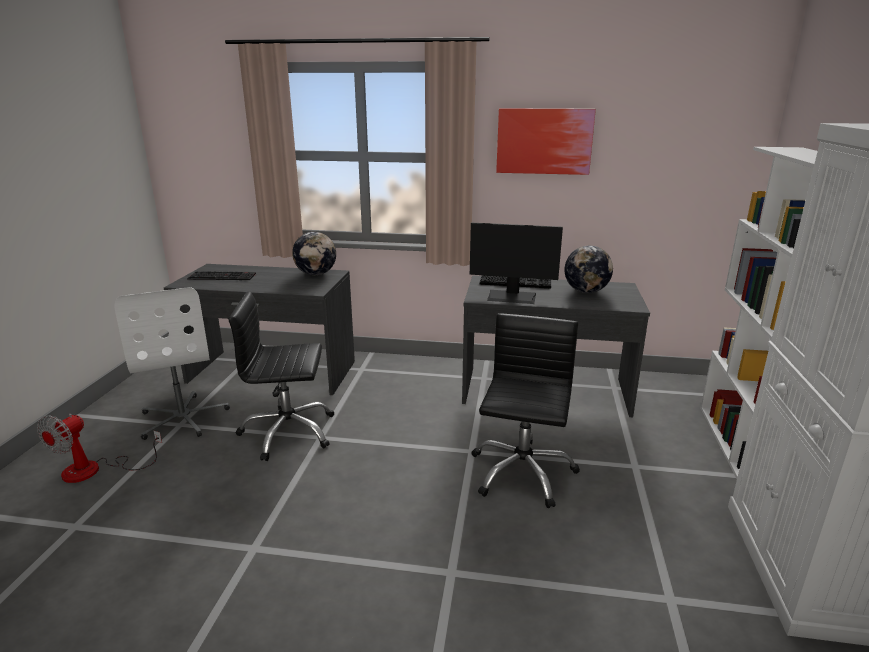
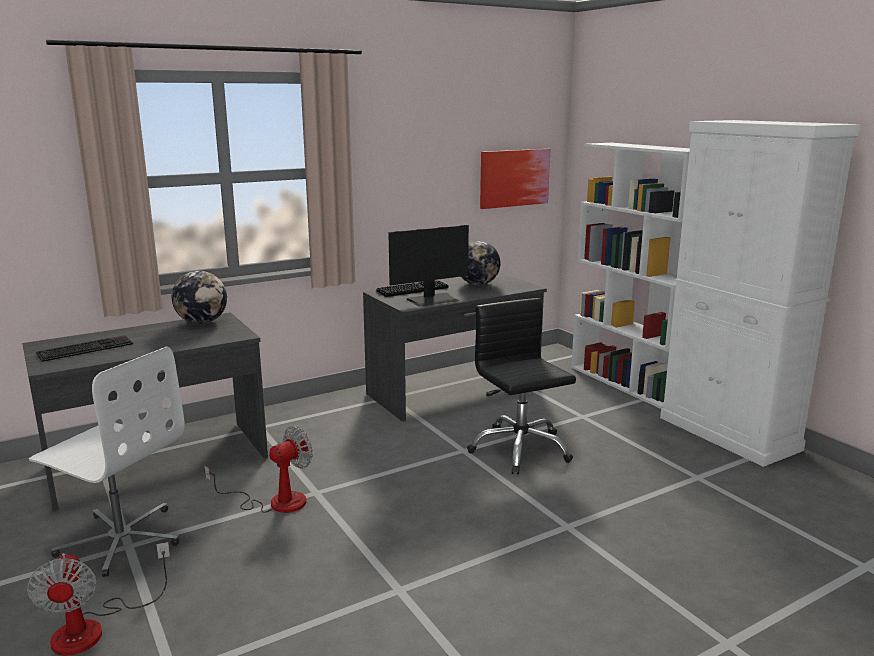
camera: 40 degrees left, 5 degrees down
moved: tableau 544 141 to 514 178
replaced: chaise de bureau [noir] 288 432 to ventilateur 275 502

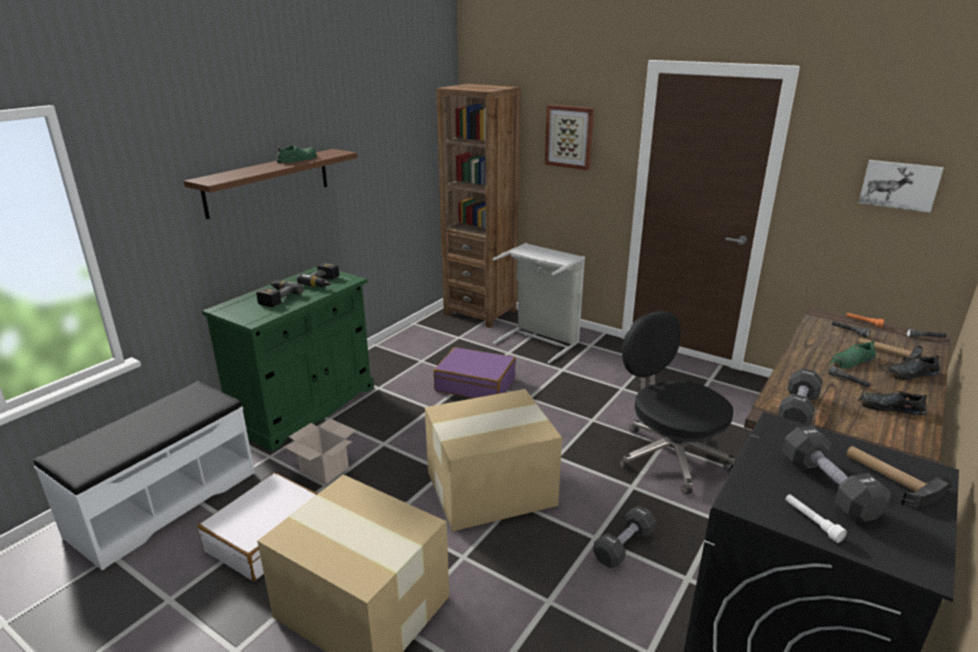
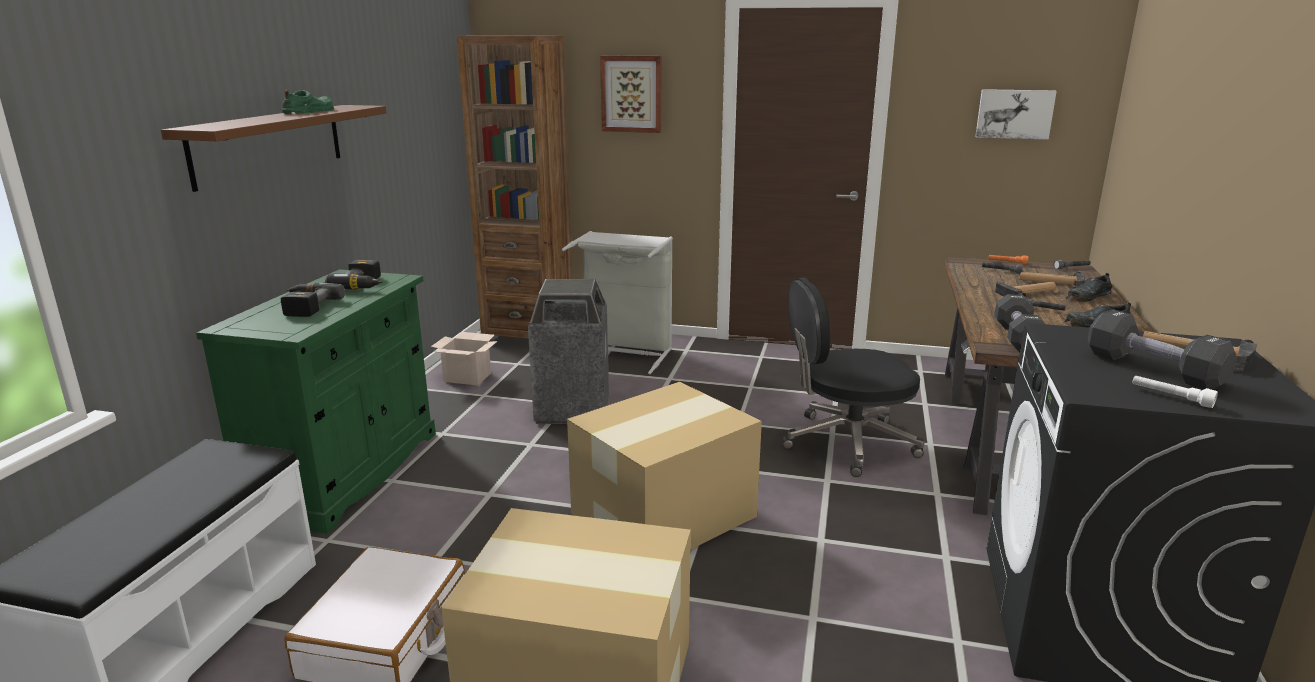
camera: 20 degrees left, 5 degrees down
removed: haltère [noir] 623 546
moved: carton 325 469 to 469 377
replaced: valise [violet] 475 384 to poubelle 572 409; chaussure [vert] 852 361 to marteau 1027 293
turned: chaise de bureau [noir] 669 456 = 846 443 45 degrees counterclockwise

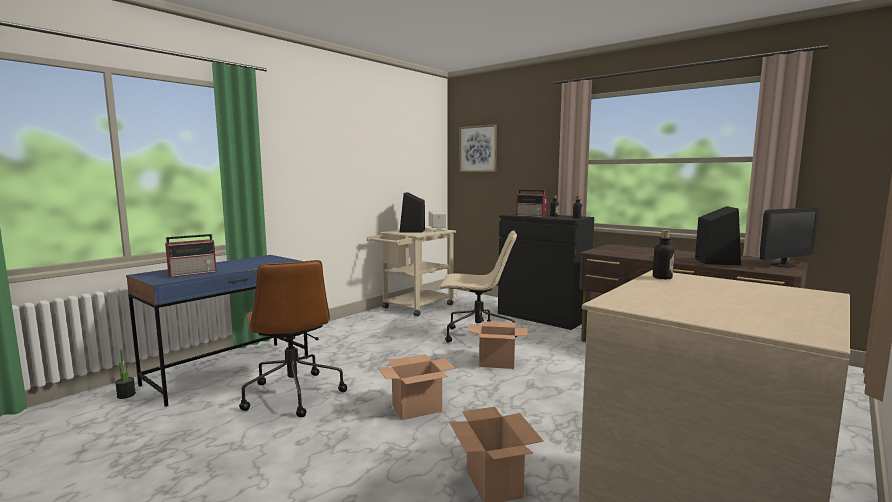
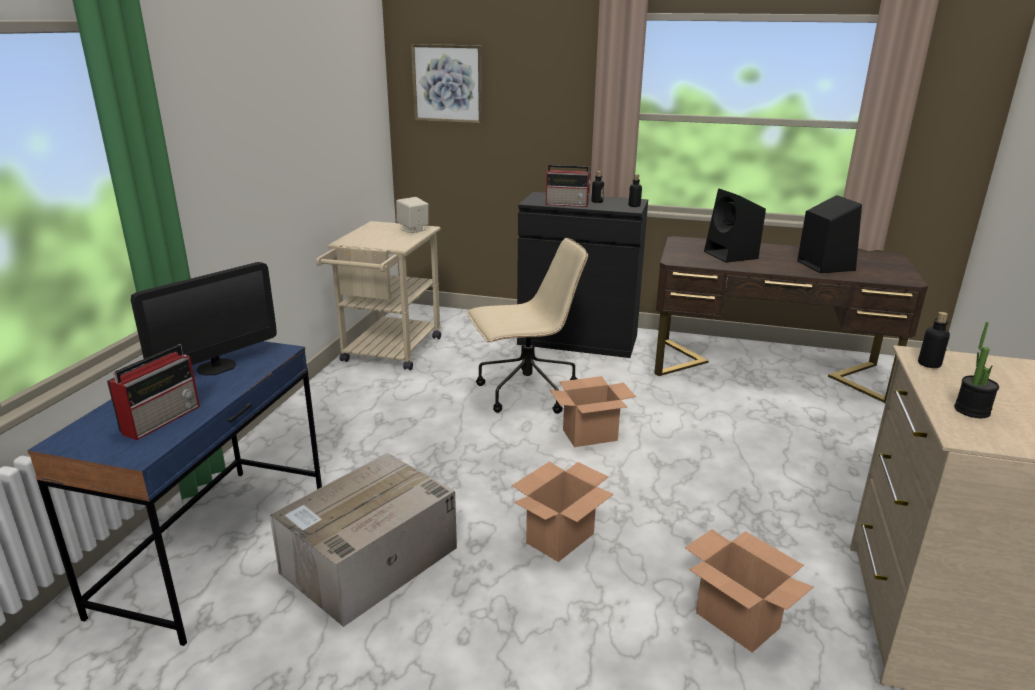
camera: 25 degrees left, 15 degrees up
moved: écran d'ordinateur 783 265 to 216 367; enceinte [noir] 412 231 to 732 255; plante en pot 126 395 to 972 410
replaced: chaise de bureau [marron] 293 394 to carton 368 561

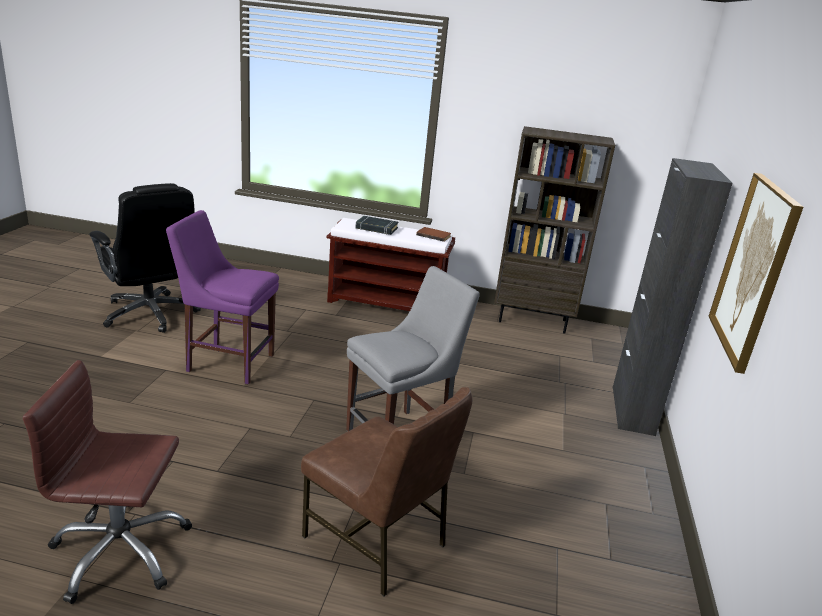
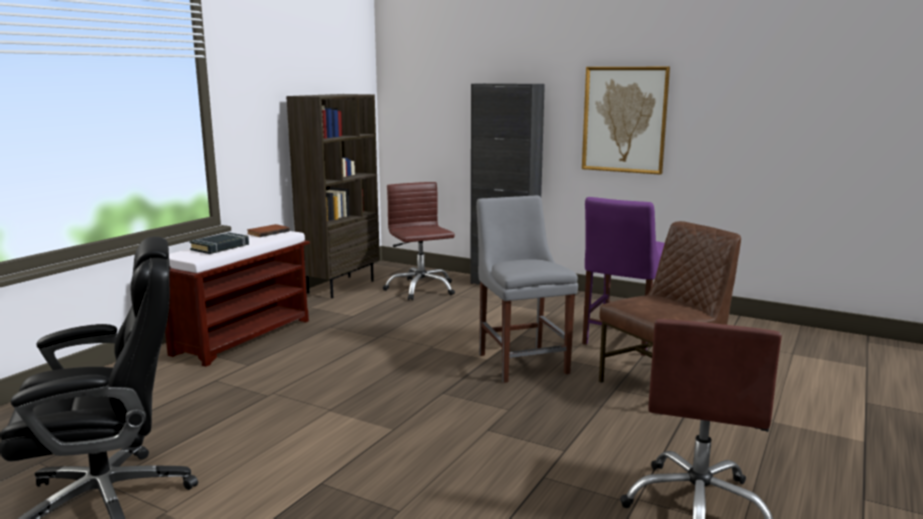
camera: 70 degrees left, 10 degrees down
added: chaise de bureau [marron] 420 289
moved: chaise [violet] 227 361 to 621 340

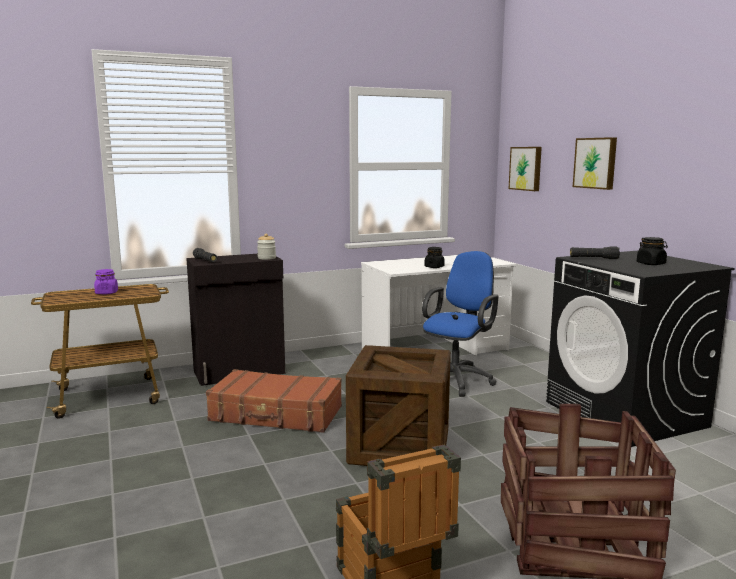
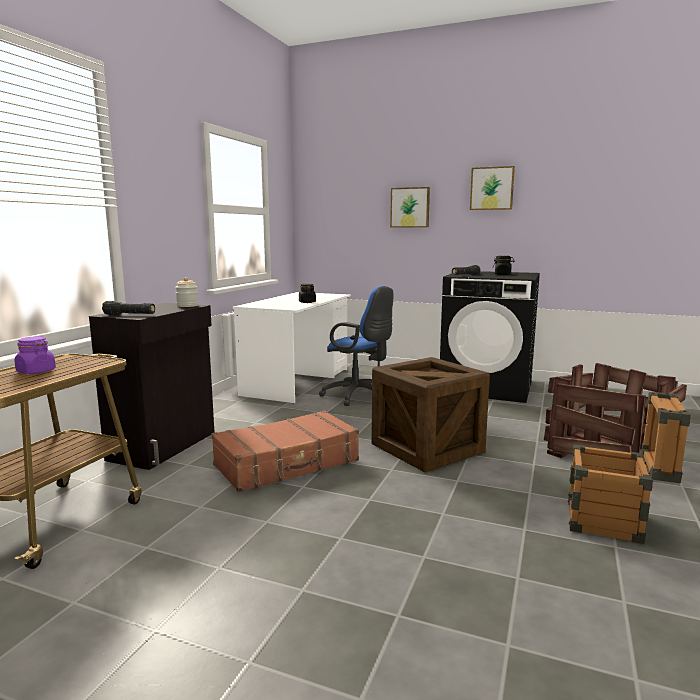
camera: 45 degrees left, 0 degrees up
moved: tableau 526 168 to 492 188
turned: chaise de bureau [bleu] 457 380 = 359 396 135 degrees clockwise

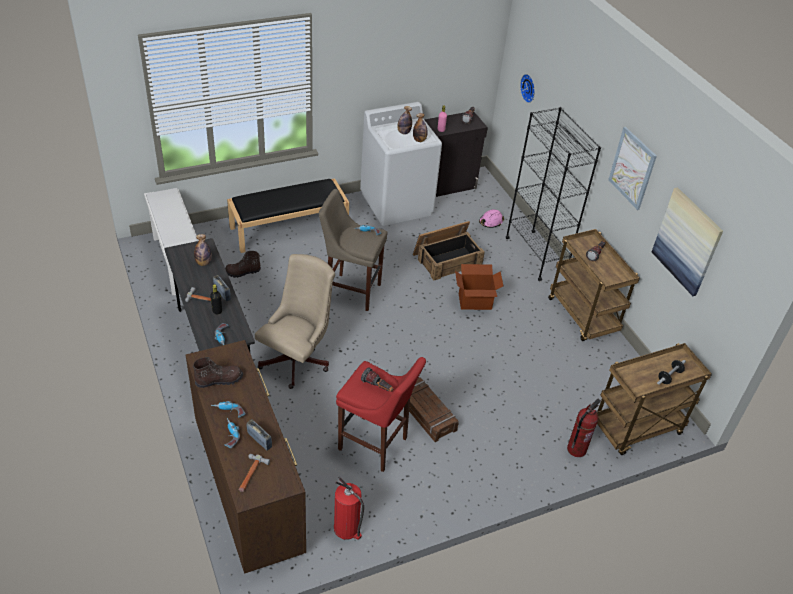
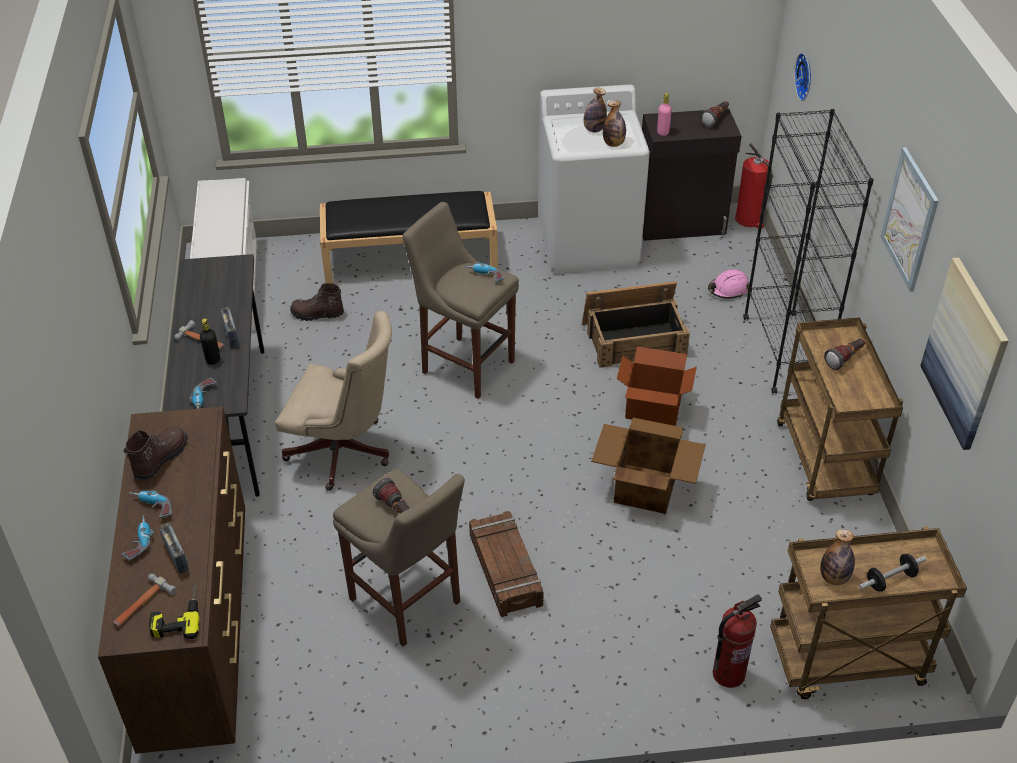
camera: 20 degrees right, 0 degrees up
added: perceuse 177 615; carton 644 488
moved: extincteur 347 528 to 749 219; bouteille 203 263 to 833 578
recoloured: tabouret [rouge] 375 445 to tabouret [beige] 408 604
turned: botte [marron] 219 380 = 160 458 60 degrees counterclockwise; chaise de bureau [beige] 298 359 = 345 453 60 degrees clockwise

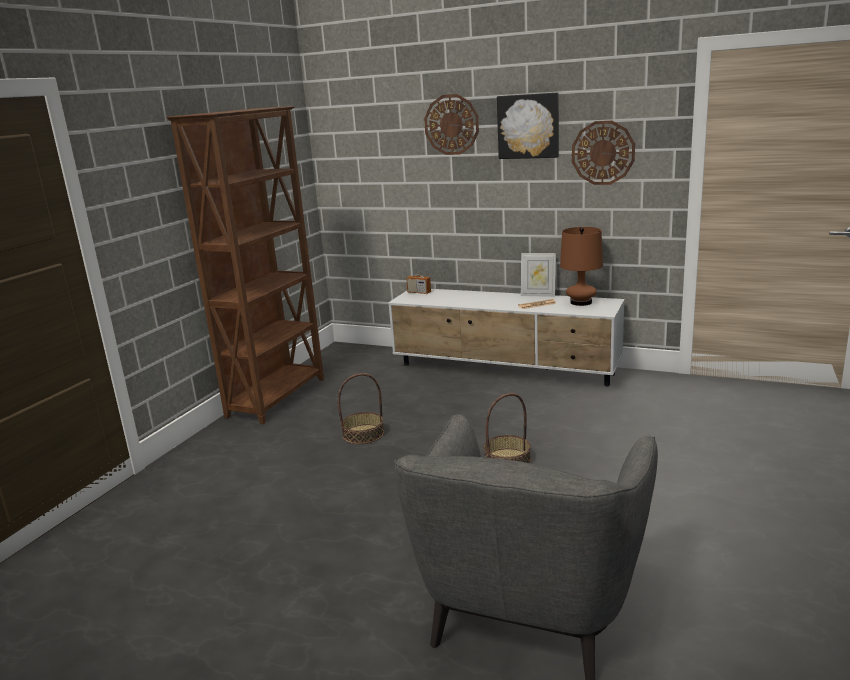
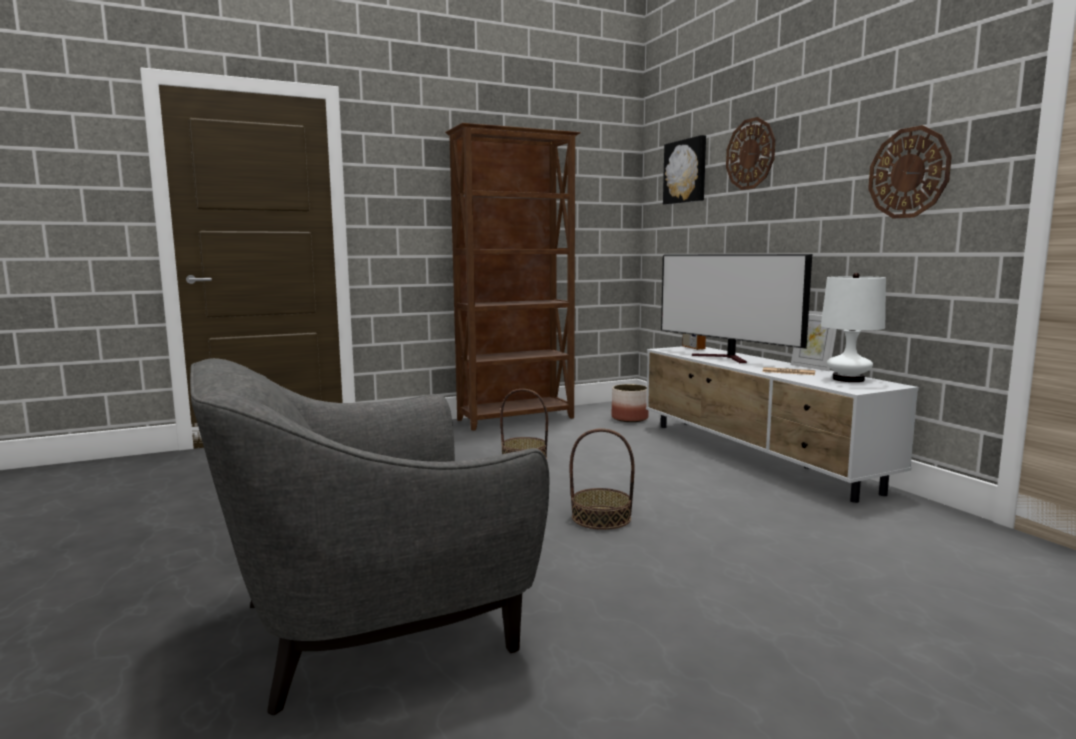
camera: 40 degrees right, 10 degrees down
added: cache-pot 630 418; téléviseur 726 358
moved: tableau 528 126 to 686 171
recoloured: lampe de table [marron] 581 302 to lampe de table [blanc] 848 379

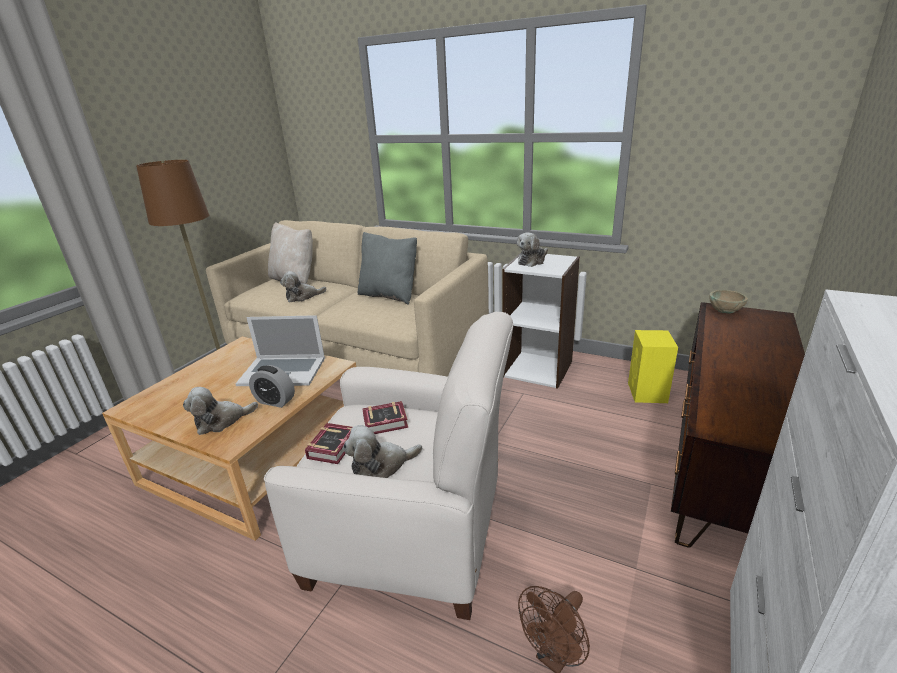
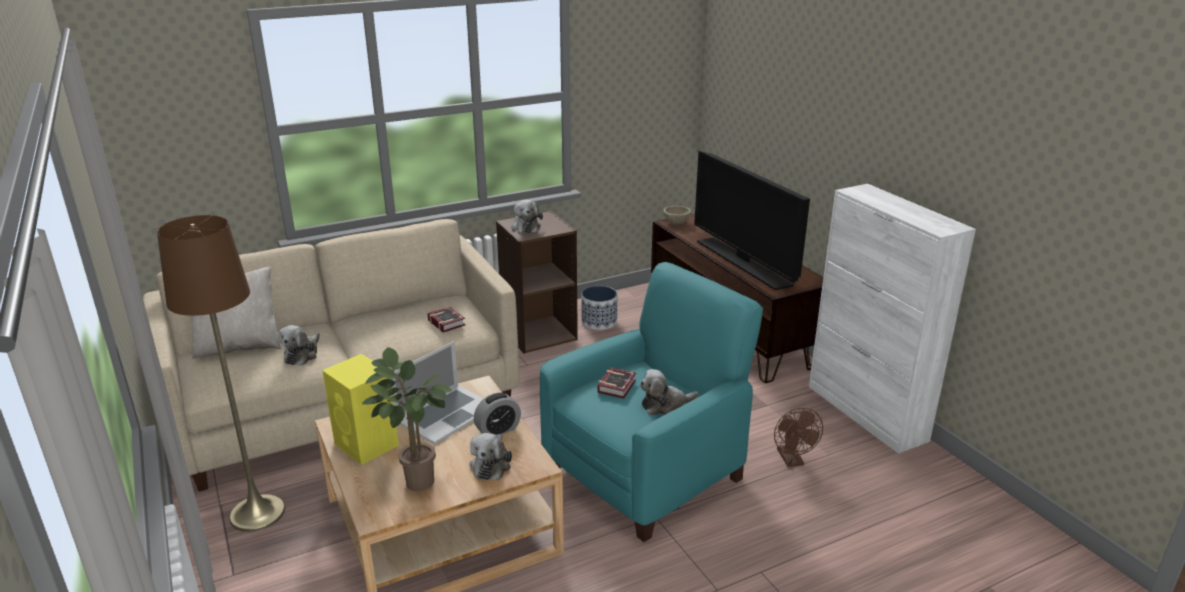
camera: 55 degrees left, 0 degrees up
removed: coussin [gris] 389 295
added: plante en pot 414 482; cache-pot 599 322; téléviseur 743 263
moved: enceinte [jaune] 647 393 to 367 445; livre 335 446 to 446 322
recoloured: bibliothèque [blanc] 538 368 to bibliothèque [marron] 538 333; fauteuil [blanc] 412 531 to fauteuil [turquoise] 646 472
turned: peluche 381 466 = 665 405 60 degrees clockwise

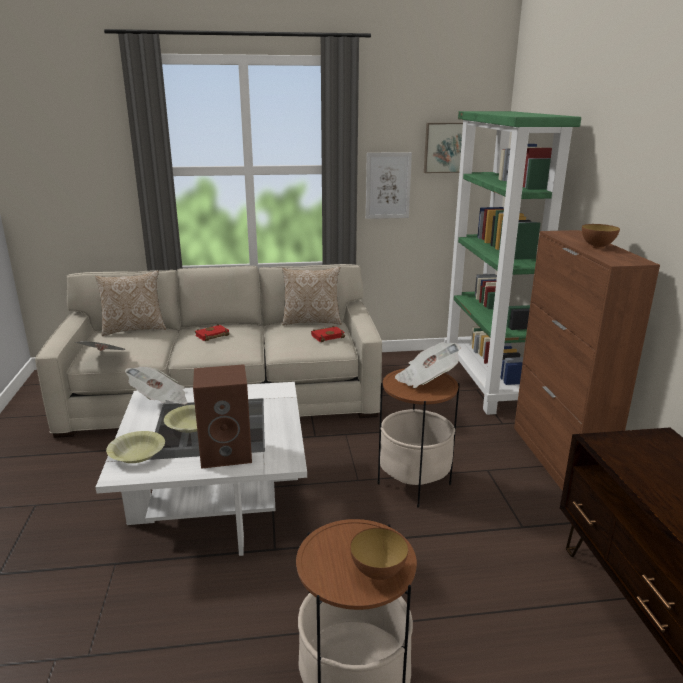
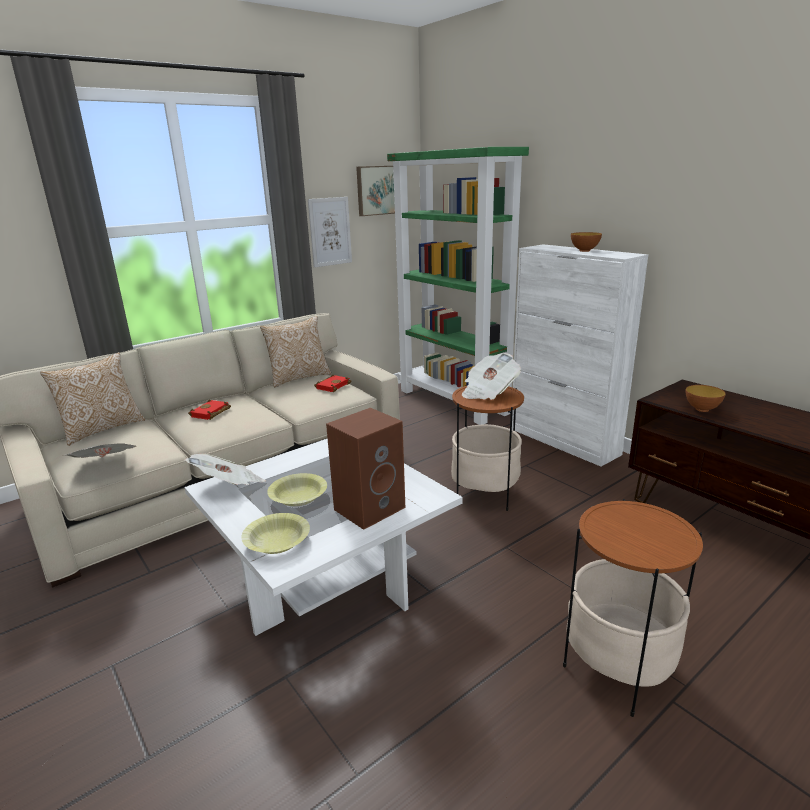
camera: 30 degrees left, 0 degrees up
moved: bol 378 572 to 702 409
recoloured: meuble de rangement [marron] 558 459 to meuble de rangement [blanc] 564 441

